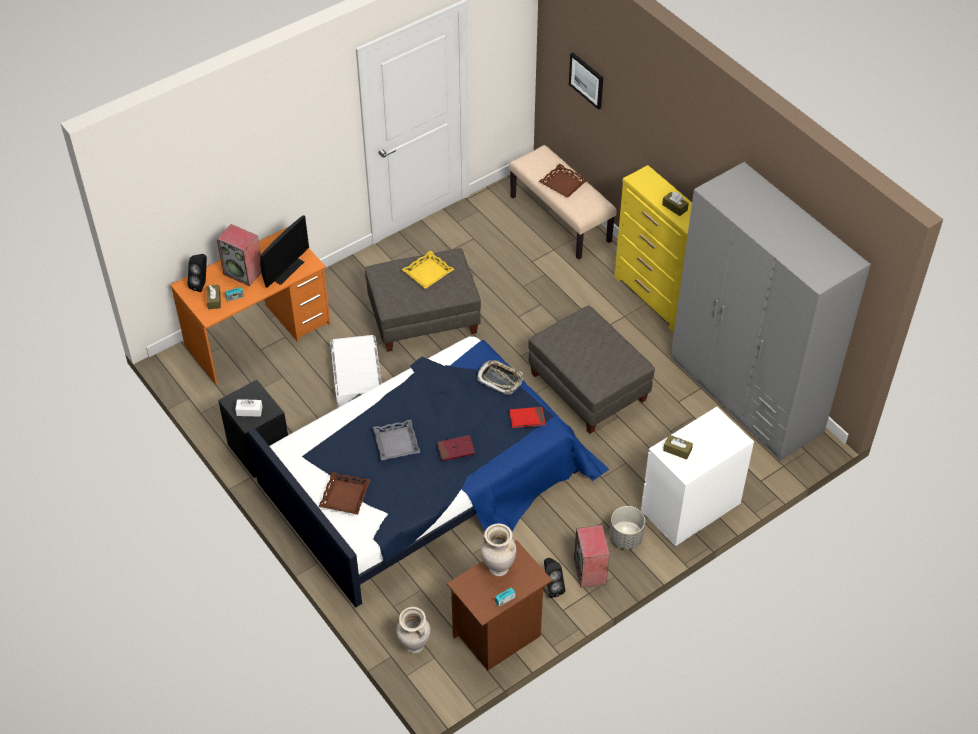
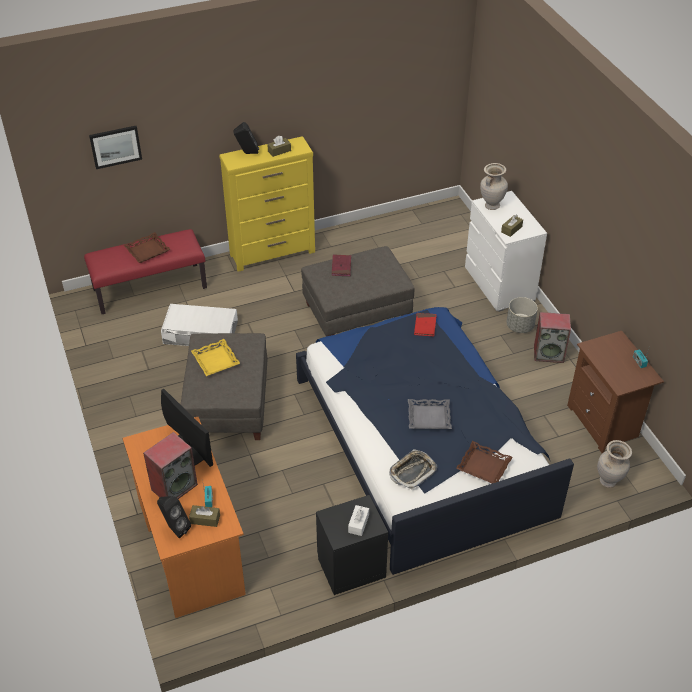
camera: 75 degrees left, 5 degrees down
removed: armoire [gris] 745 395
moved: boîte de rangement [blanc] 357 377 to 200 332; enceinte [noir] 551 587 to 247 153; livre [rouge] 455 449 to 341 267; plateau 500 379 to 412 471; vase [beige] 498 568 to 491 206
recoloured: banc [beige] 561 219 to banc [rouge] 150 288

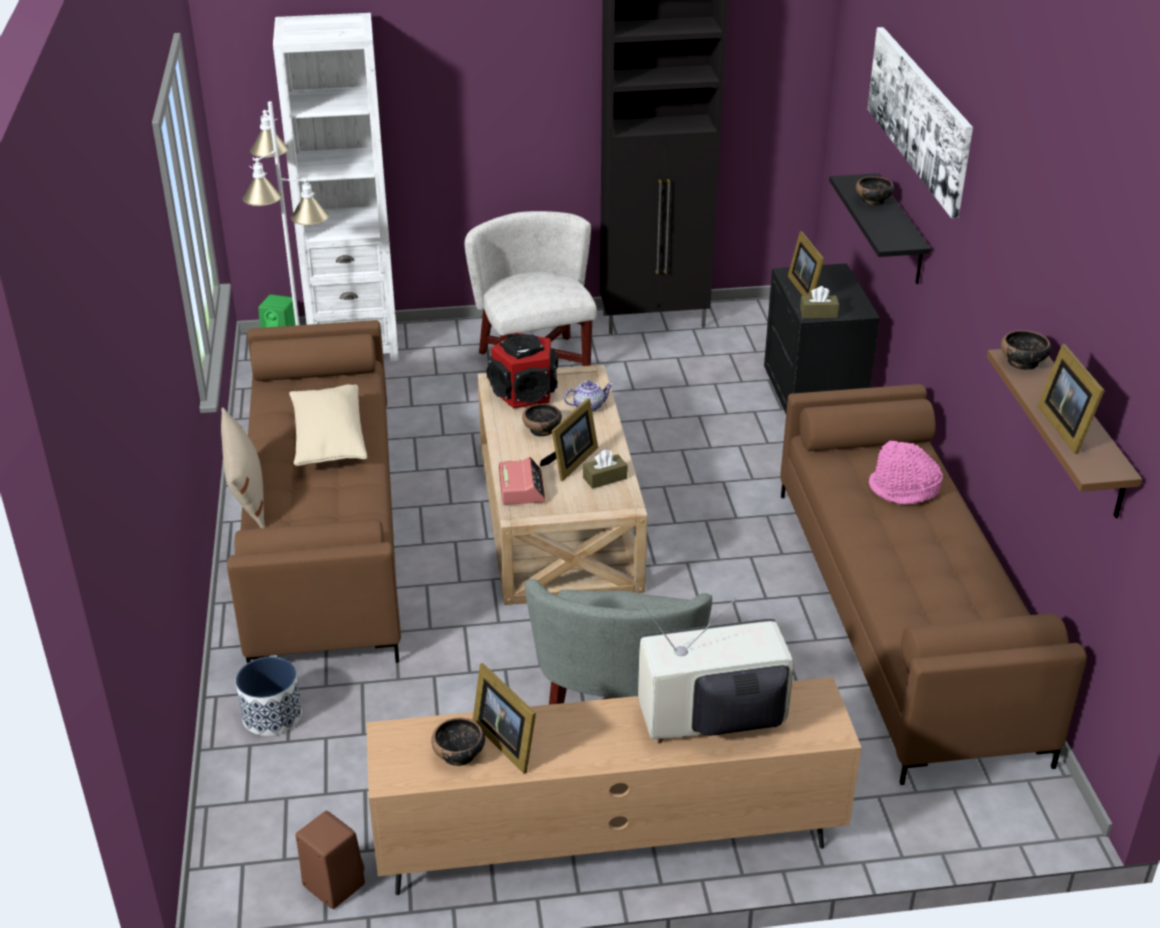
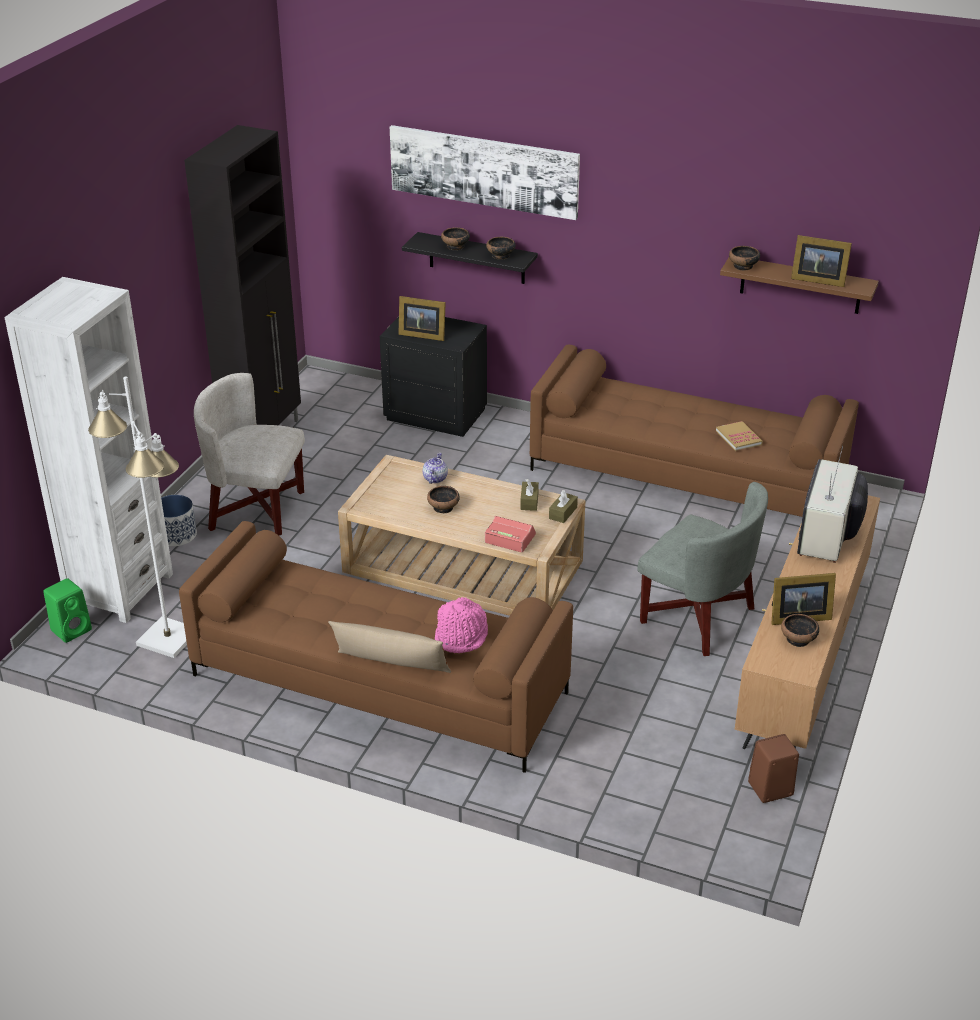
camera: 60 degrees left, 0 degrees up
removed: coussin [beige] 329 440; enceinte 525 393; cadre photo 570 462
added: bol 500 256; livre 738 438
moved: cache-pot 272 715 to 176 535; chapeau [rose] 904 489 to 462 636; boîte à mouchoirs [marron] 818 313 to 563 513

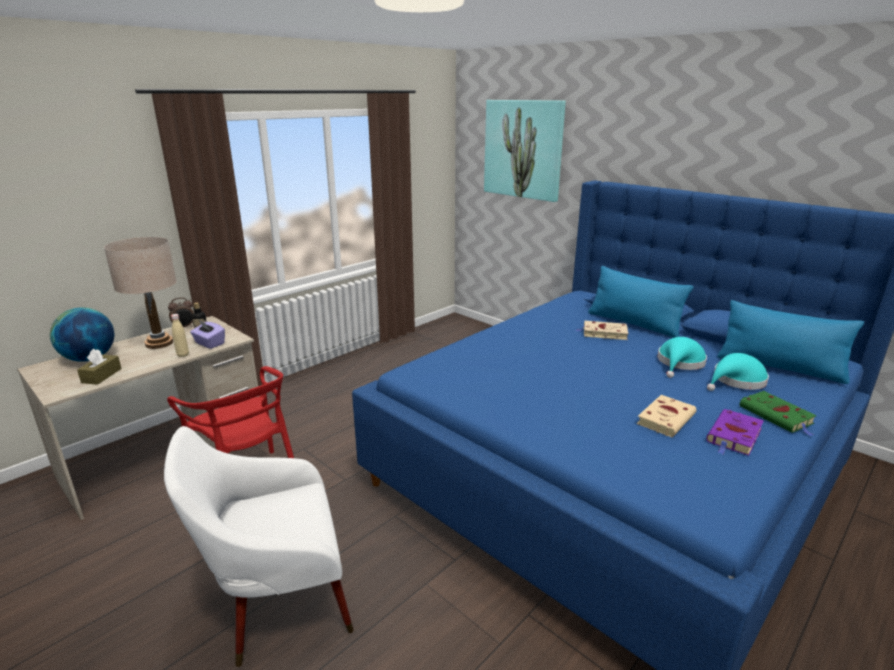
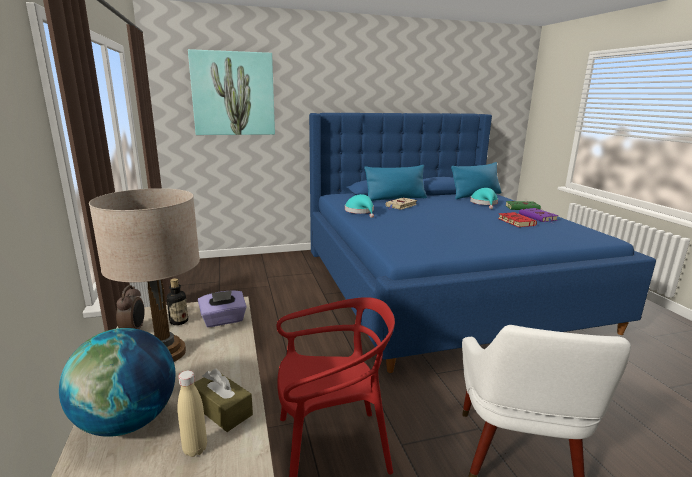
camera: 60 degrees left, 5 degrees down
moved: bouteille [beige] 183 355 to 195 449; chapeau [turquoise] 680 363 to 360 211
recoloured: livre [beige] 666 418 to livre [rouge] 515 222

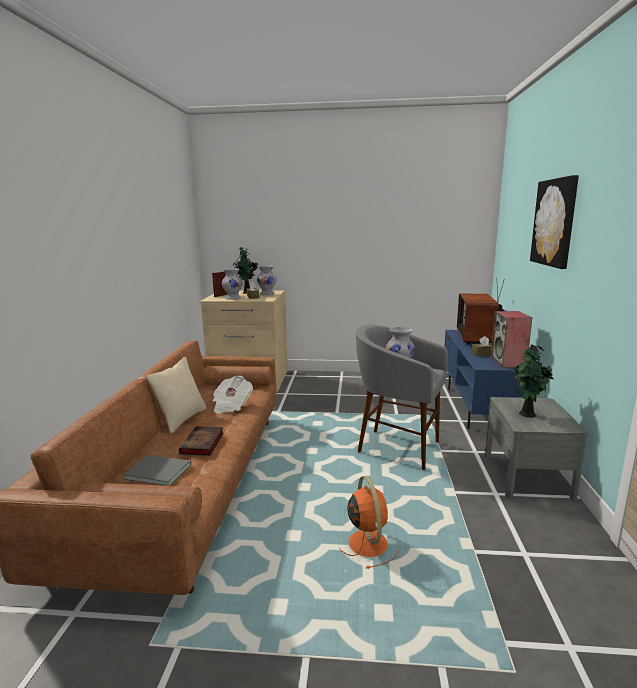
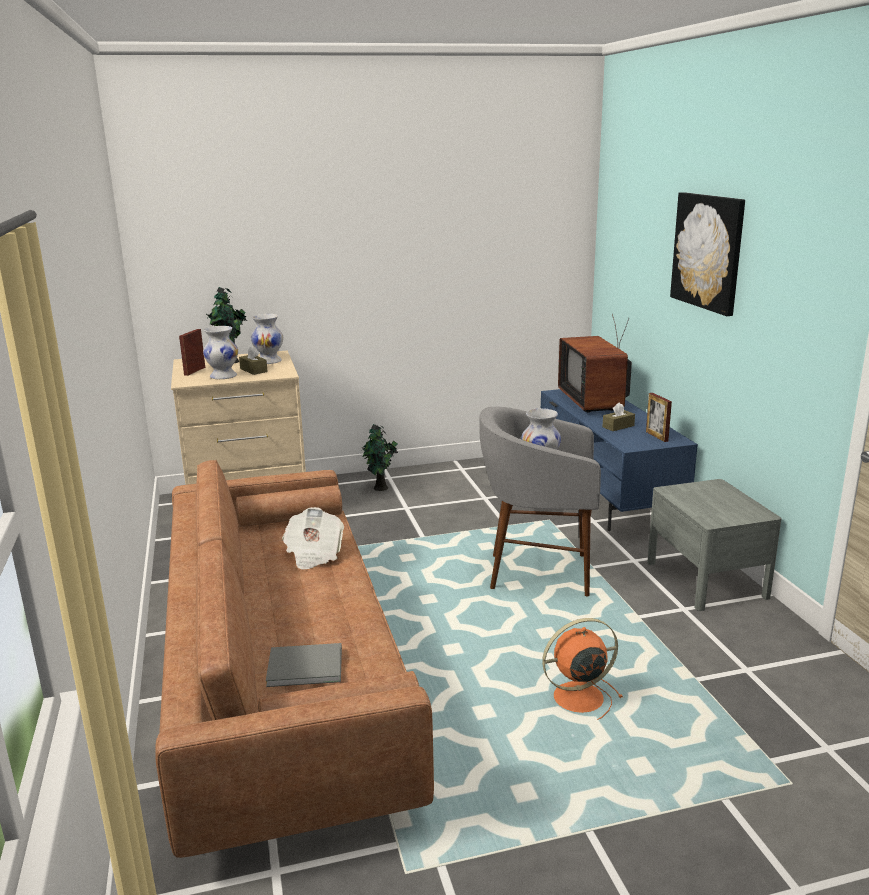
camera: 20 degrees left, 5 degrees up
removed: coussin [beige] 181 419; livre 202 444
moved: plante en pot 527 415 to 381 488
replaced: enceinte 508 362 to cadre photo 656 436
turned: ventilateur [orange] 367 542 = 576 698 75 degrees counterclockwise

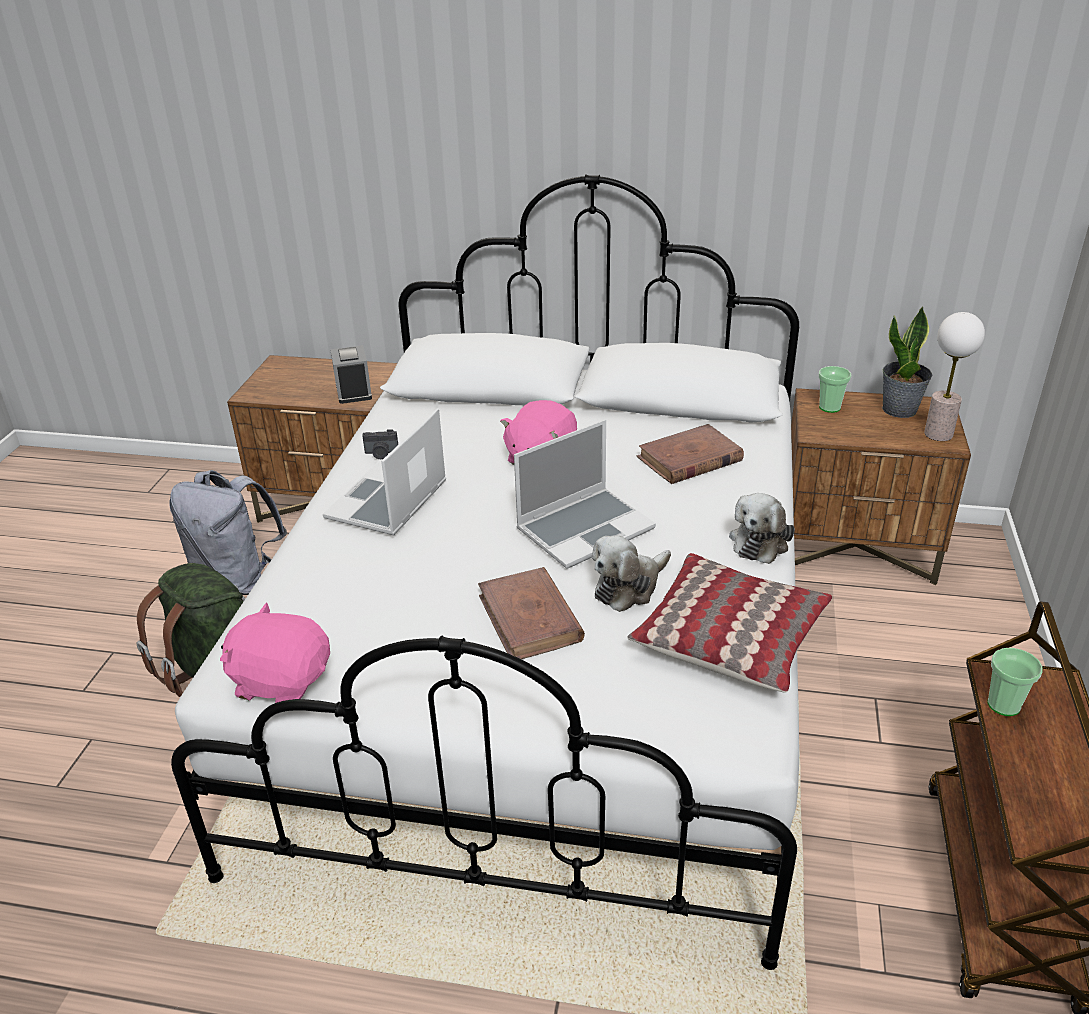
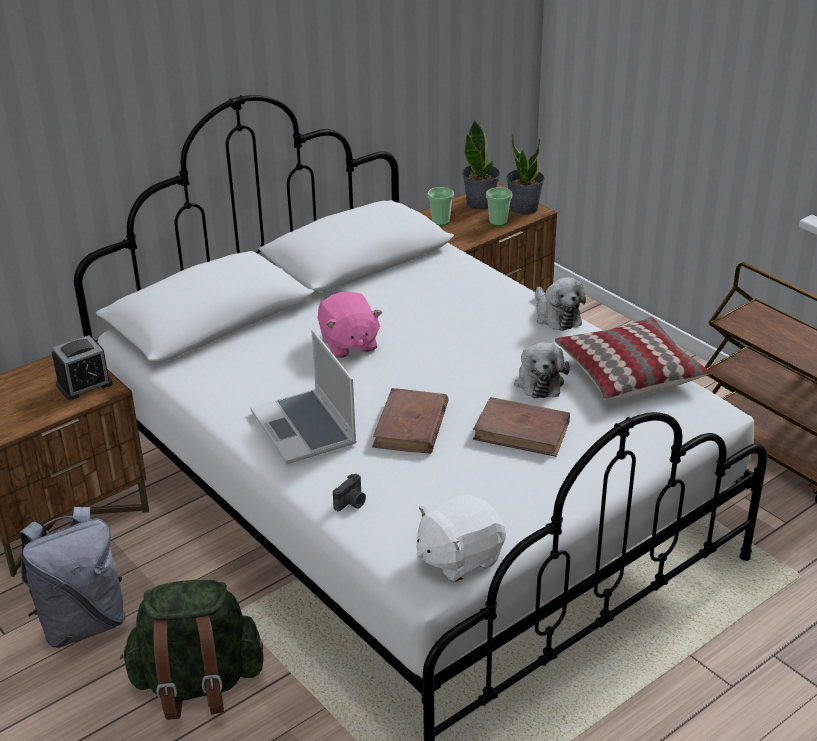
camera: 50 degrees left, 0 degrees up
removed: ordinateur portable 585 528
moved: appareil photo 381 454 to 351 503; livre [marron] 689 459 to 411 426; tasse 1003 705 to 498 222
replaced: lampe de table 938 434 to plante en pot 523 208
recoloured: peluche [rose] 281 681 to peluche [blanc] 459 558
turned: réveil 353 391 = 84 384 60 degrees counterclockwise

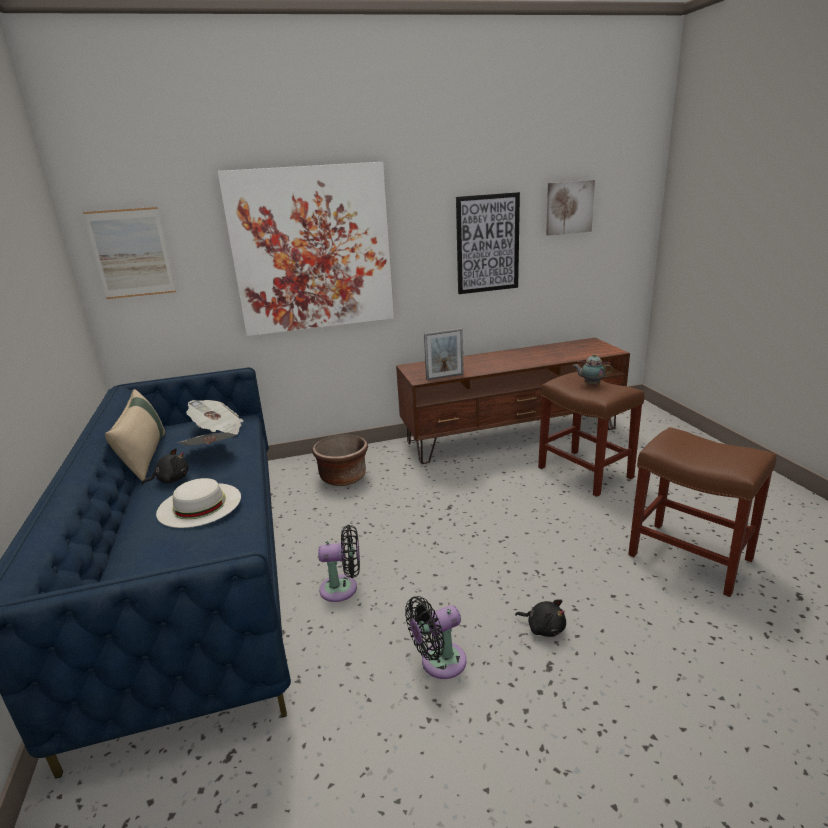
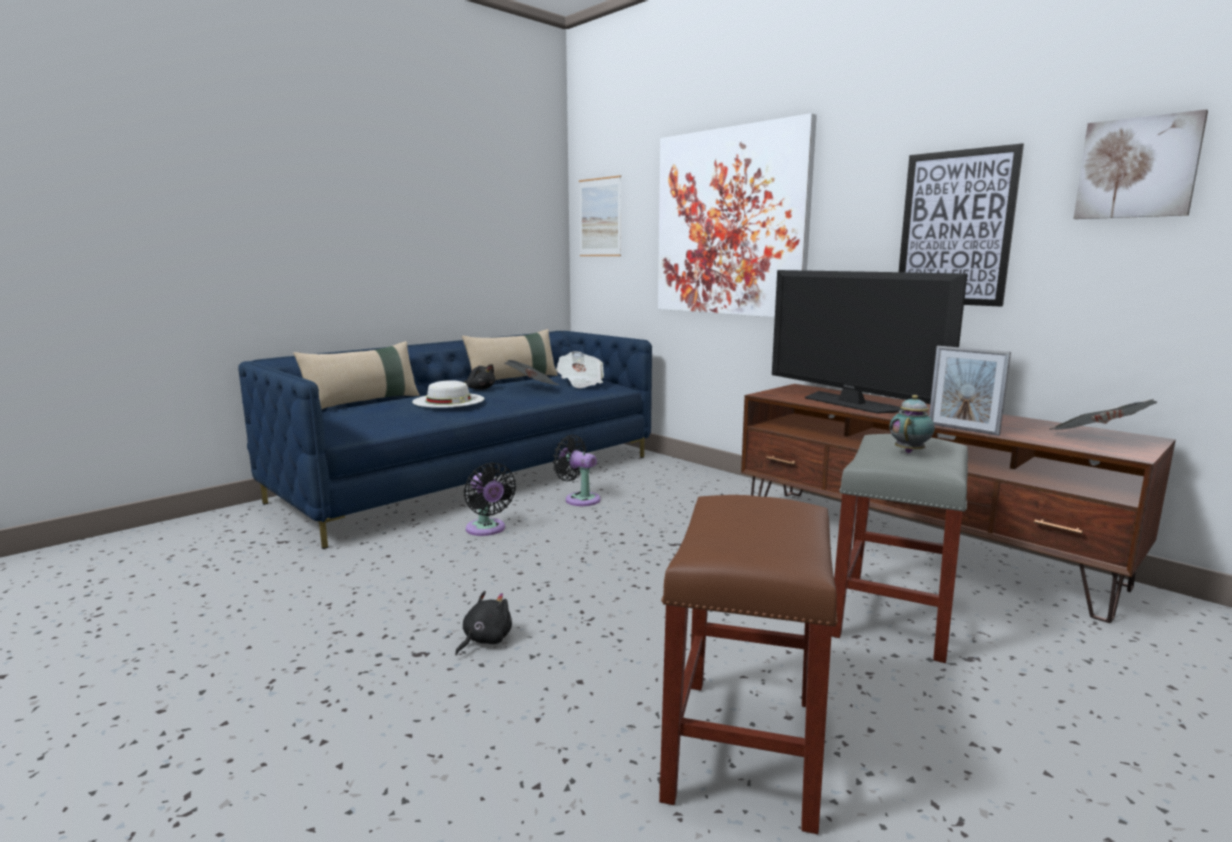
camera: 60 degrees right, 10 degrees down
removed: cache-pot [marron] 343 477
added: coussin [beige] 363 403; téléviseur 851 403; journal 1096 438
moved: ventilateur [noir] 439 662 to 579 499; cadre photo 445 377 to 962 429
recoloured: tabouret [marron] 586 473 to tabouret [gris] 893 617
turned: peluche [noir] 544 627 = 485 640 150 degrees counterclockwise; théière 590 384 = 910 451 45 degrees clockwise

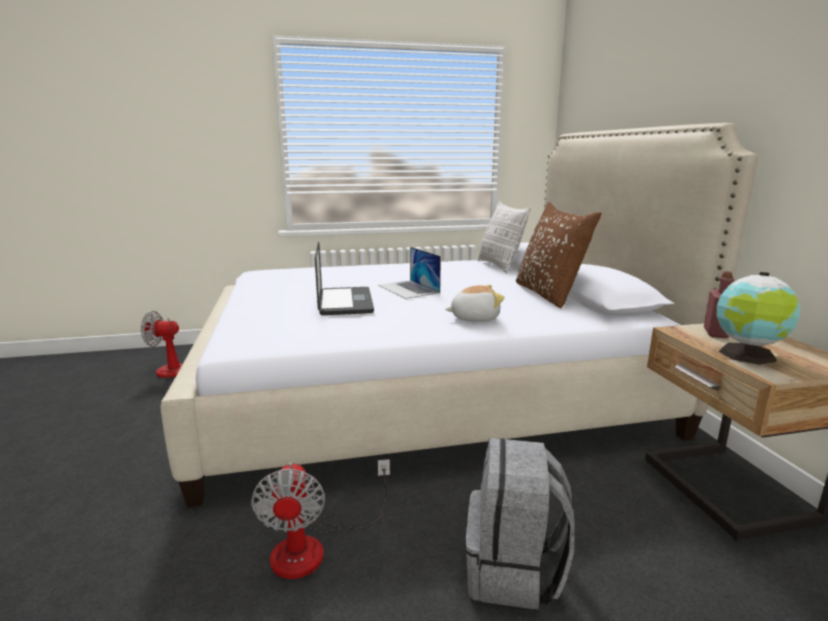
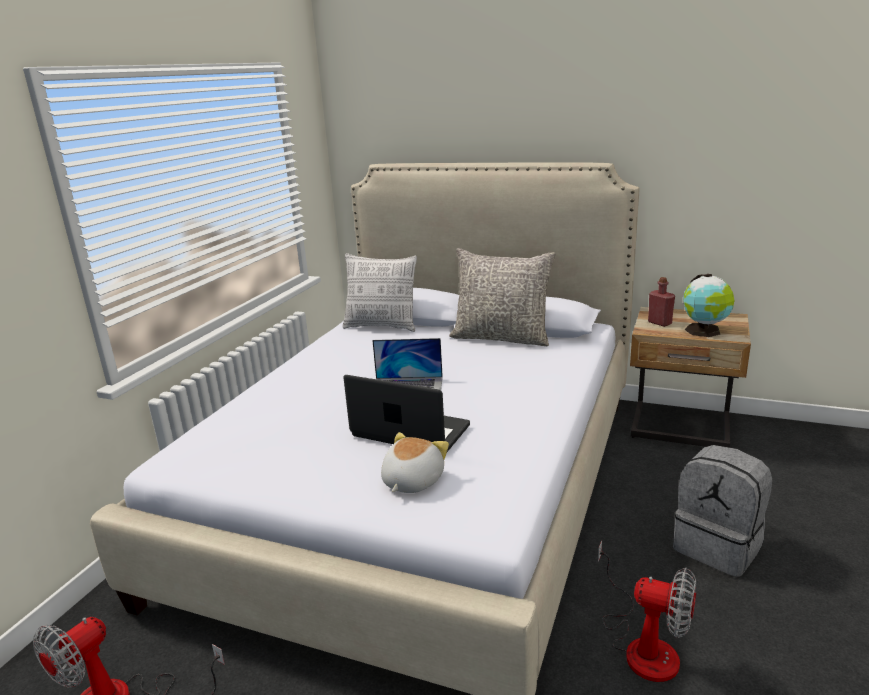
camera: 55 degrees left, 5 degrees up
moved: peluche 474 318 to 411 481
recoloured: coussin [marron] 549 294 to coussin [gris] 501 337

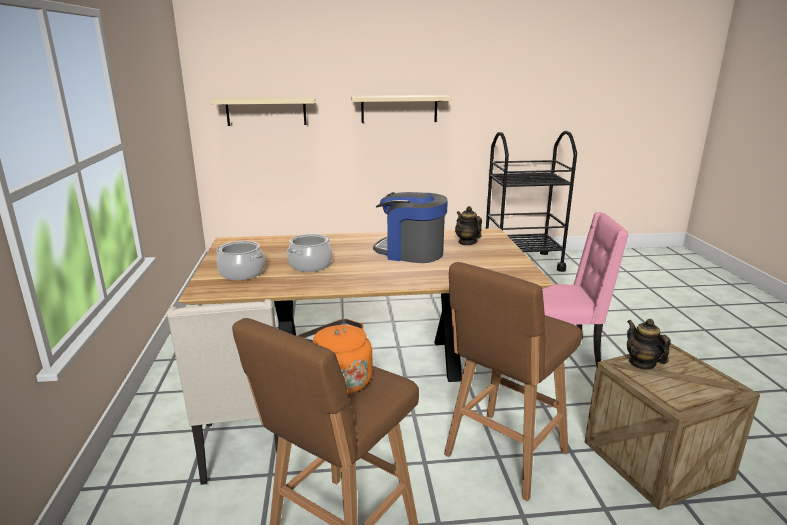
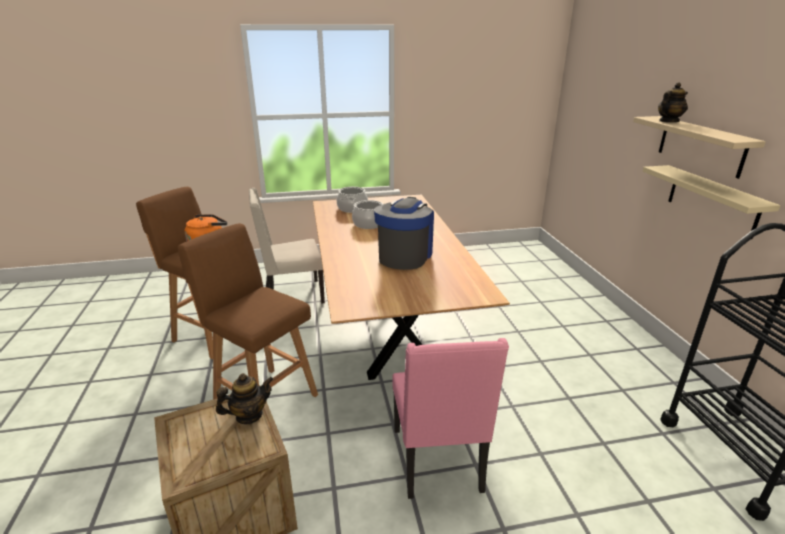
camera: 85 degrees right, 5 degrees up
moved: étagère [beige] 266 111 to 712 200; théière 467 242 to 668 121

